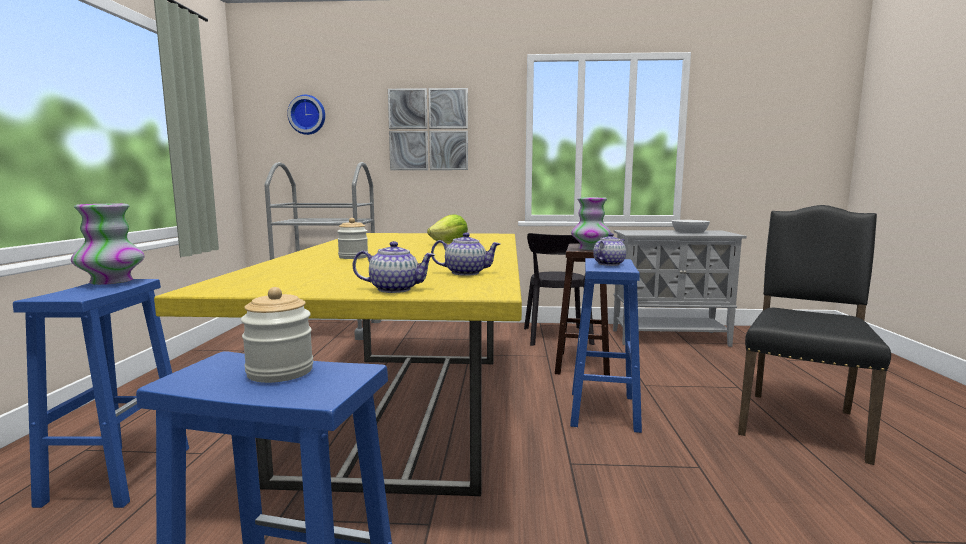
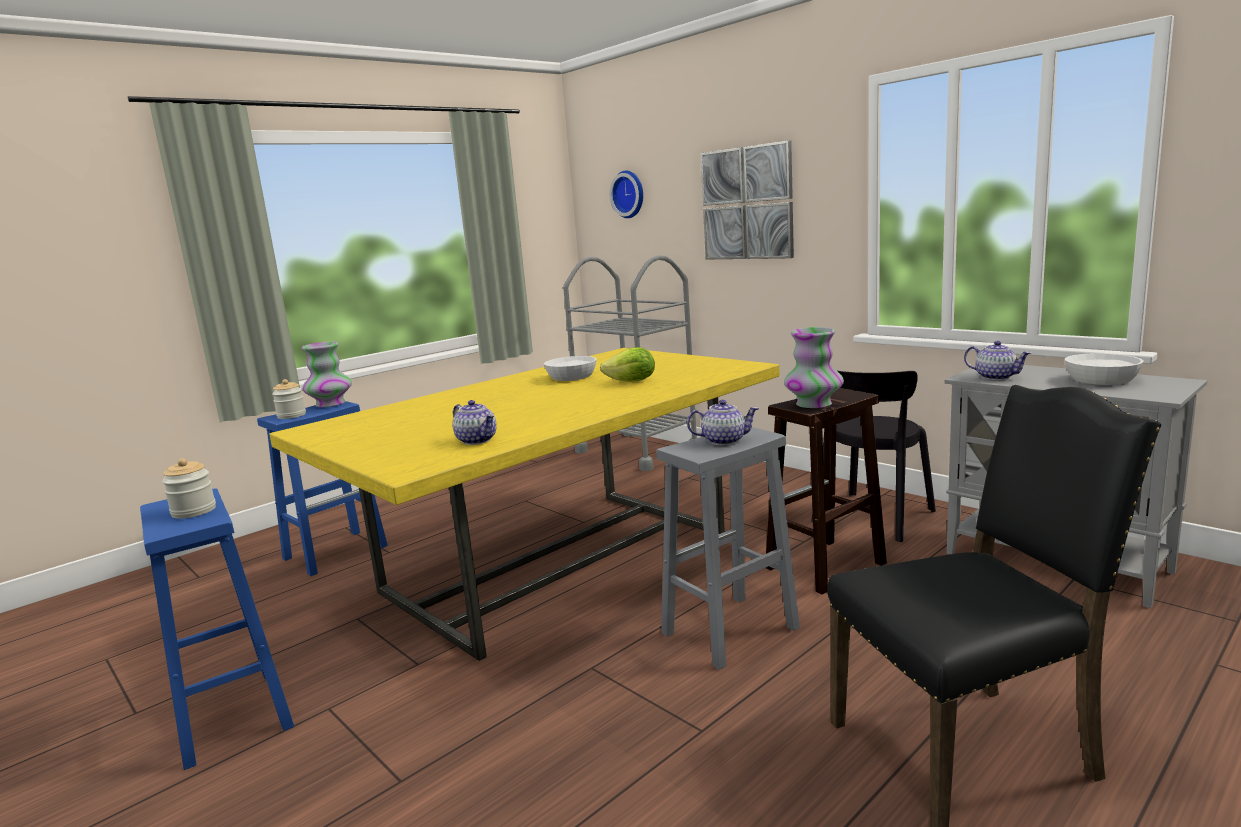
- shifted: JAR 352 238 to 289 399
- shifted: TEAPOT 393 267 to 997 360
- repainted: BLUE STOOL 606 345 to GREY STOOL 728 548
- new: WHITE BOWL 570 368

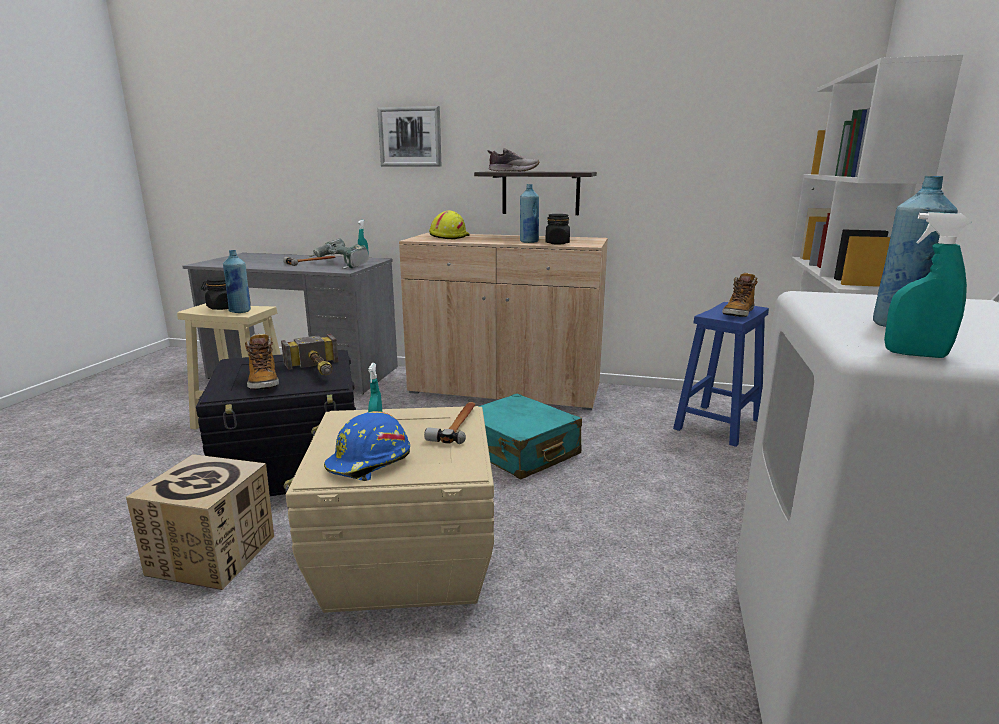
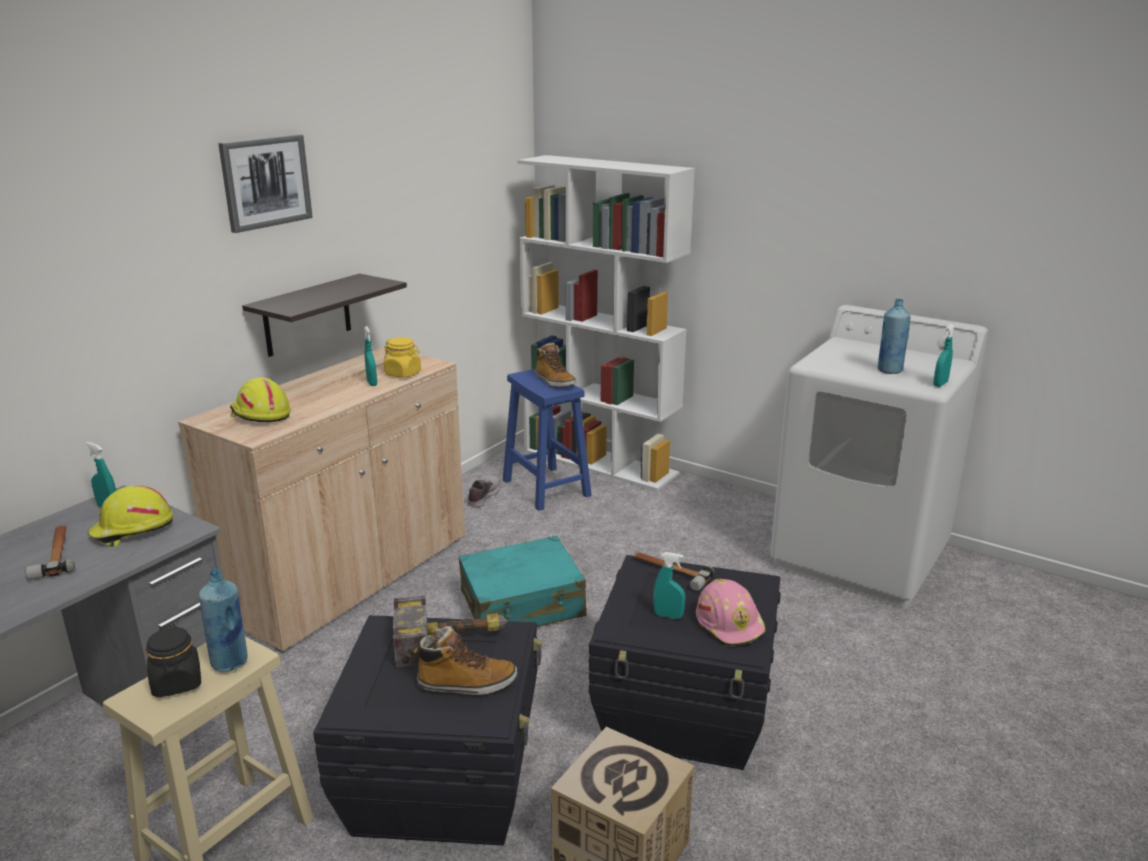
- repainted: BEIGE STORAGE BOX 388 509 to BLACK STORAGE BOX 685 662
- swapped: POWER DRILL 339 253 to YELLOW HARD HAT 130 516
- repainted: BLUE HARD HAT 367 446 to PINK HARD HAT 731 613
- shifted: PICTURE 409 136 to 265 183
- shifted: SHOE 513 159 to 484 491
- swapped: BLUE BOTTLE 529 213 to TURQUOISE SPRAY BOTTLE 370 356
- repainted: BLACK JAR 557 229 to YELLOW JAR 402 357

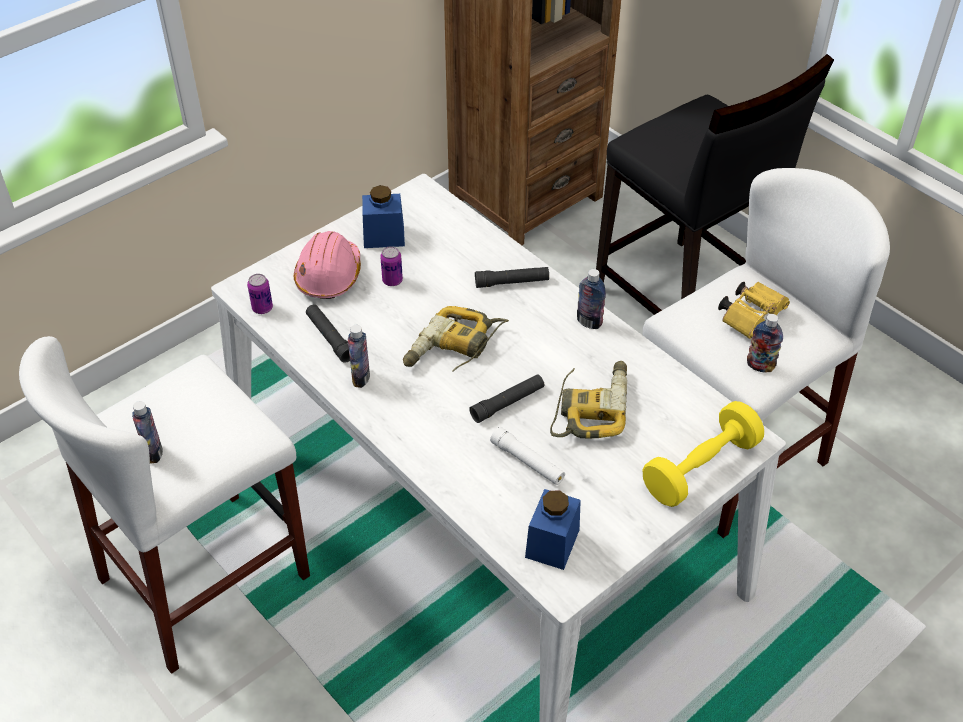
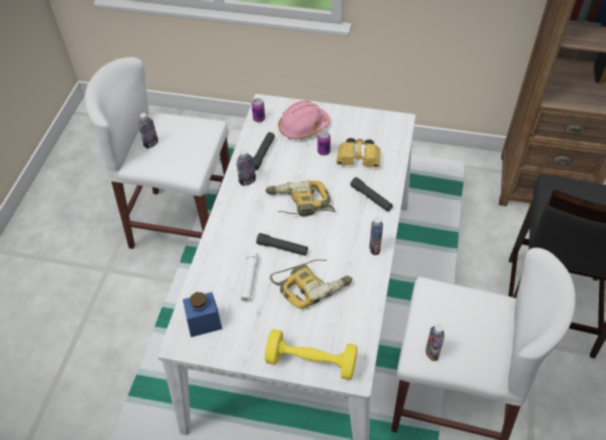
- gone: BLUE JAR 383 216
- shifted: YELLOW BINOCULARS 754 310 to 358 153

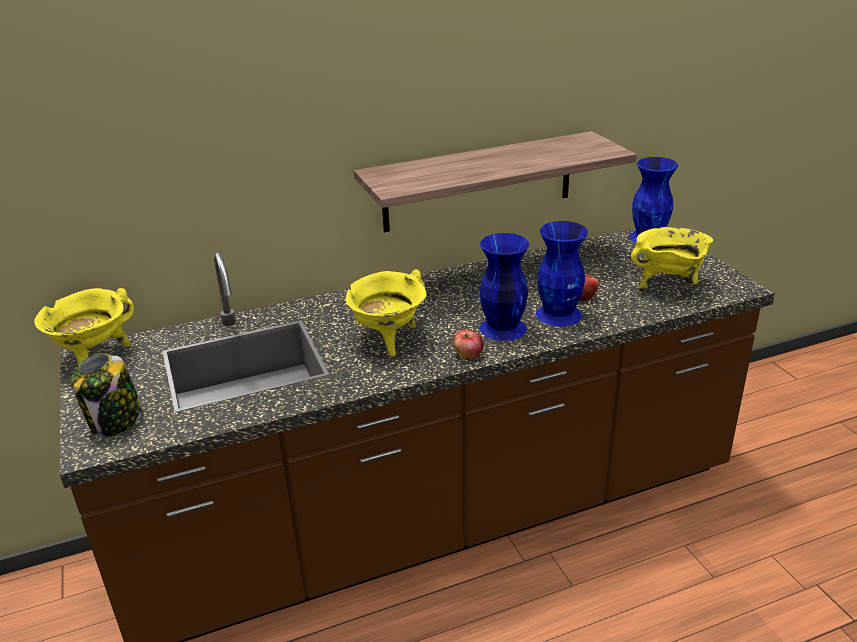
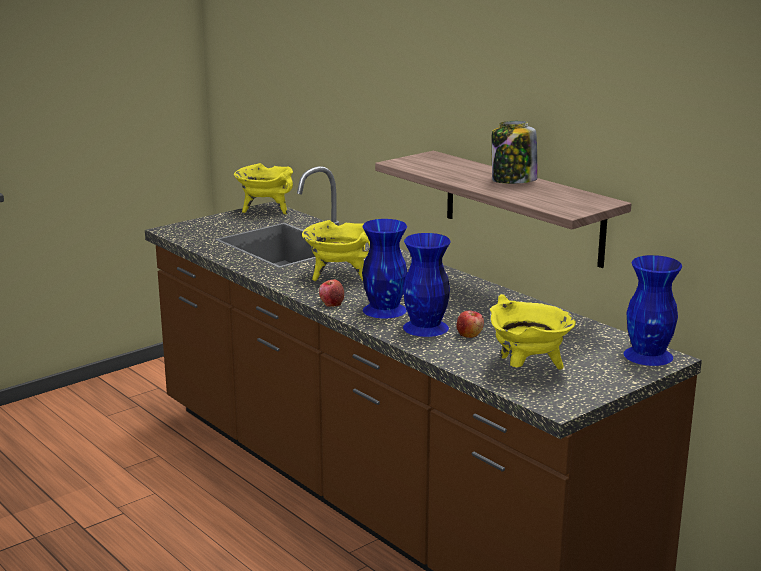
- shifted: JAR 107 395 to 514 152

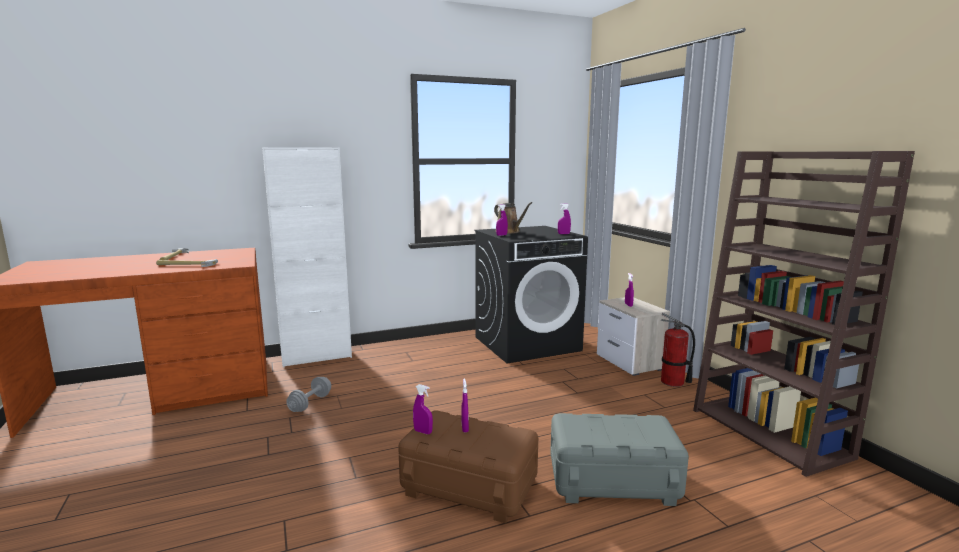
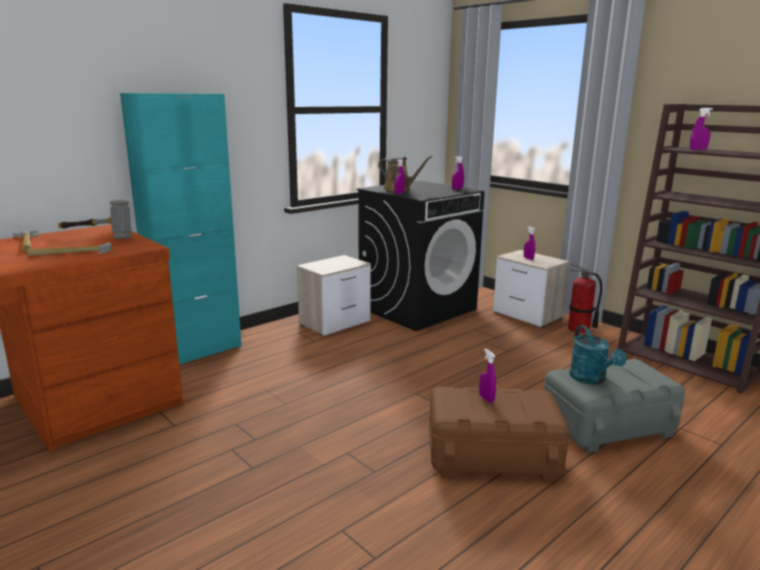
- repainted: WHITE CABINET 307 257 to TURQUOISE CABINET 181 228
- gone: GREY DUMBBELL 308 394
- shifted: PURPLE SPRAY BOTTLE 423 409 to 701 129
- new: HAMMER 95 219
- new: NIGHTSTAND 334 295
- new: TURQUOISE WATERING CAN 598 355

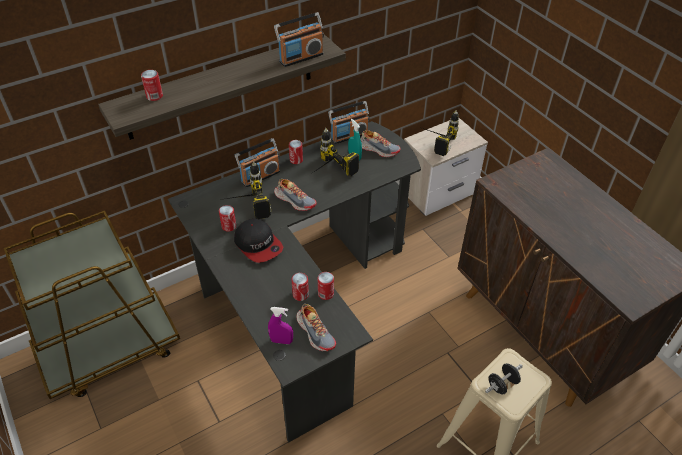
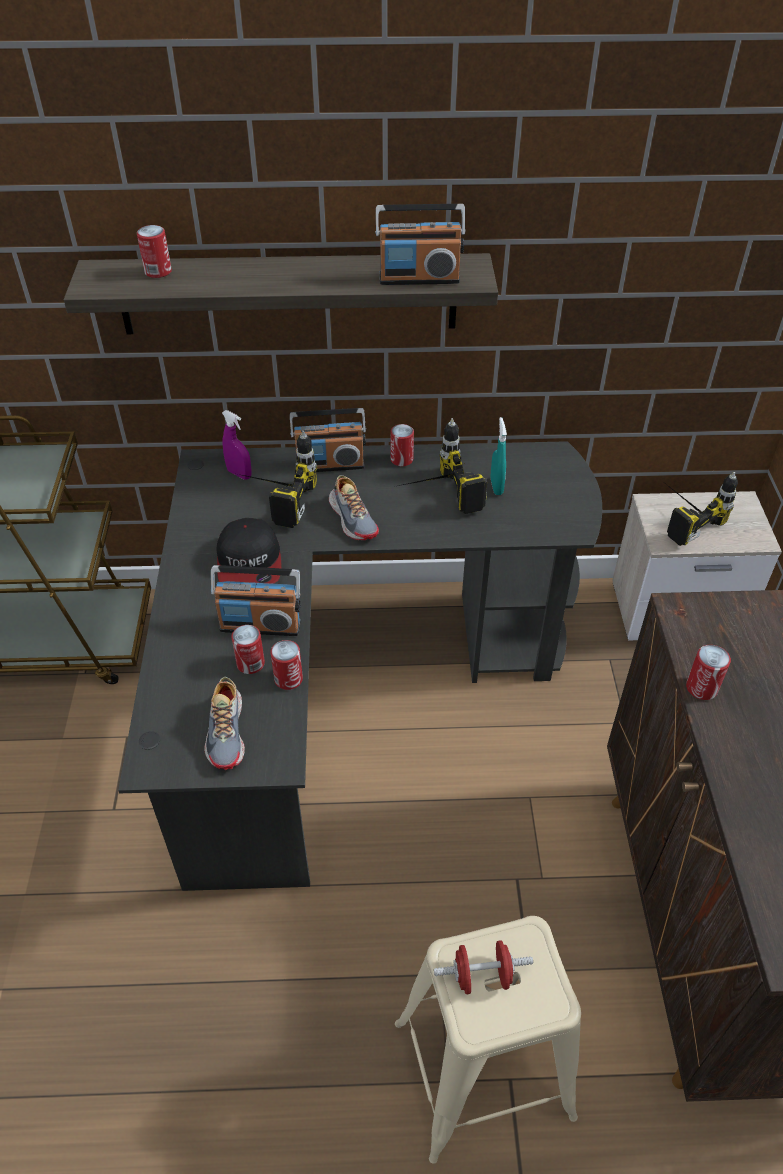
- shifted: CAN 227 218 to 708 672
- shifted: PURPLE SPRAY BOTTLE 280 325 to 237 445
- shifted: RADIO 348 122 to 256 600
- gone: SHOE 380 143
- repainted: BLACK DUMBBELL 504 379 to RED DUMBBELL 483 967

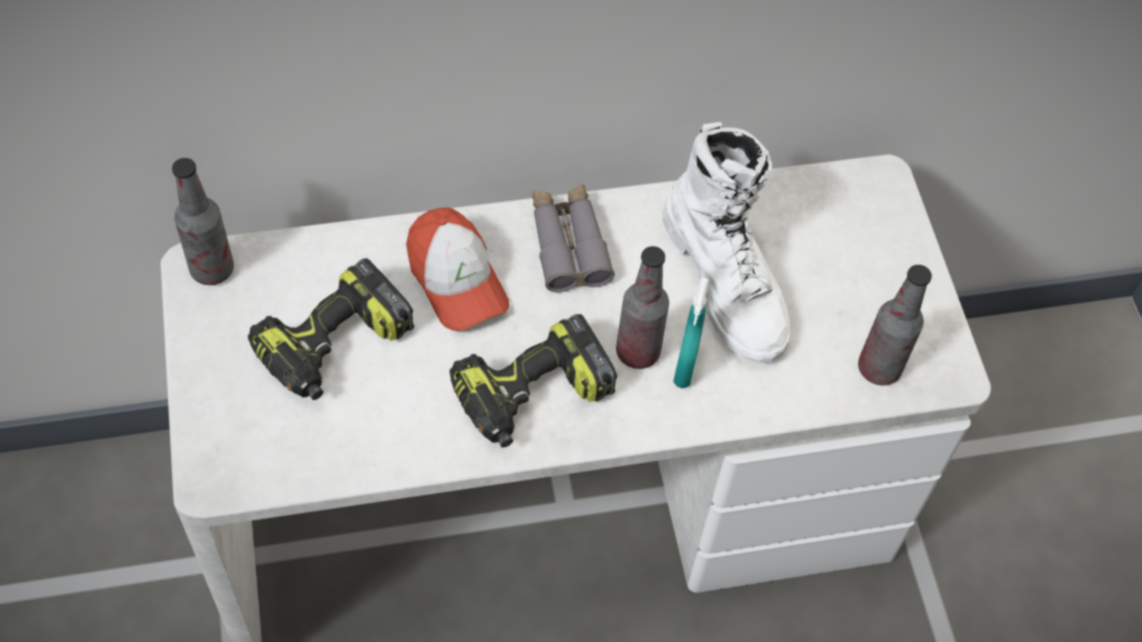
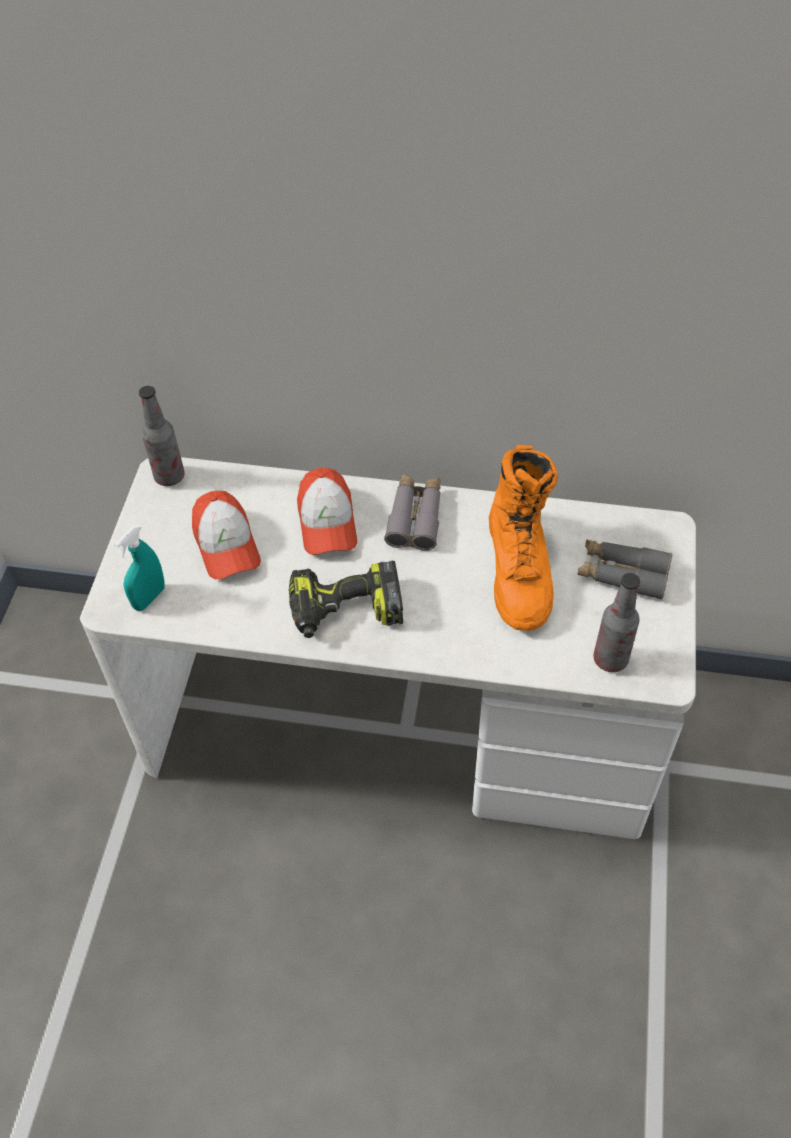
- swapped: POWER DRILL 331 329 to CAP 226 535
- gone: BOTTLE 642 307
- repainted: WHITE BOOT 726 242 to ORANGE BOOT 523 538
- shifted: TURQUOISE SPRAY BOTTLE 691 332 to 139 568
- new: GREY BINOCULARS 624 569

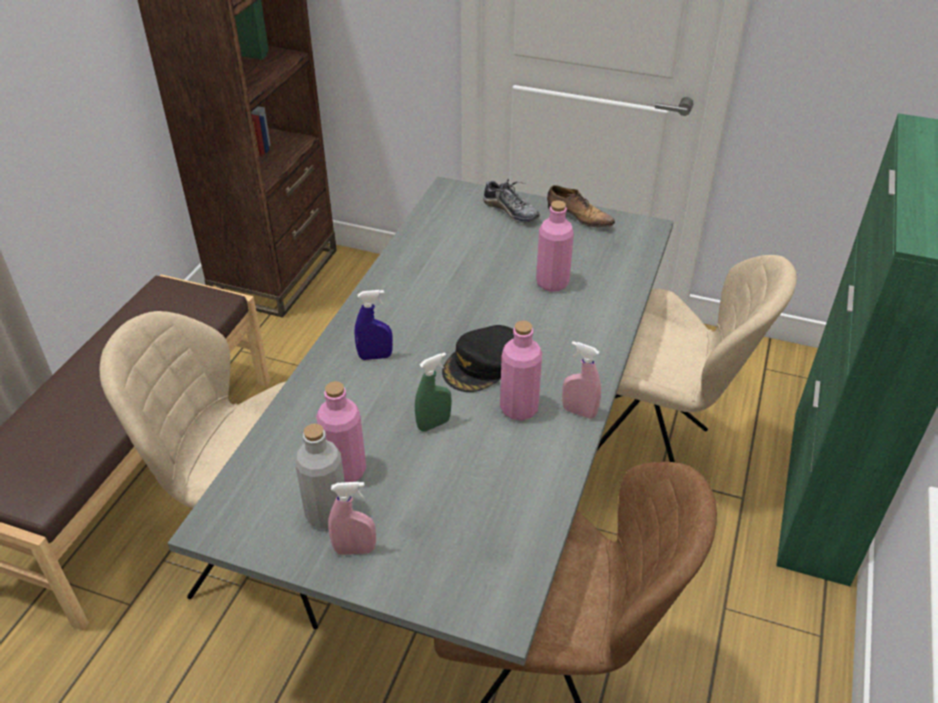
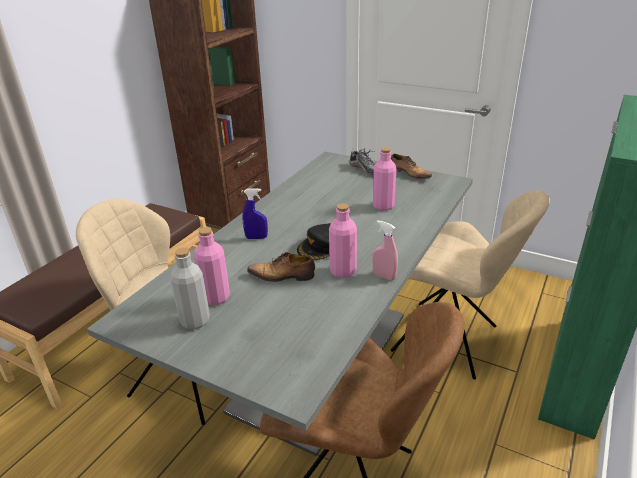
- gone: PINK SPRAY BOTTLE 352 518
- swapped: GREEN SPRAY BOTTLE 433 392 to SHOE 281 267

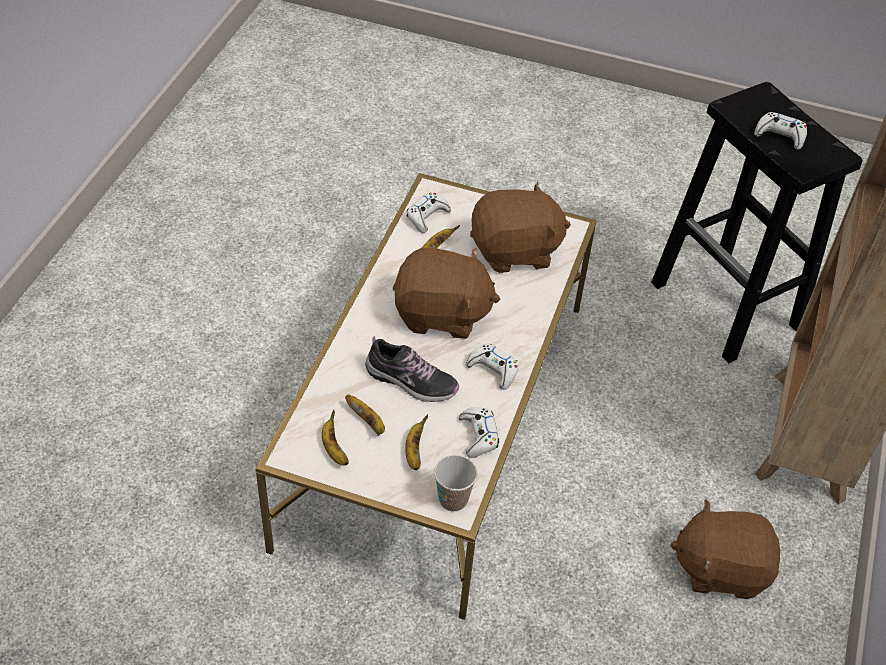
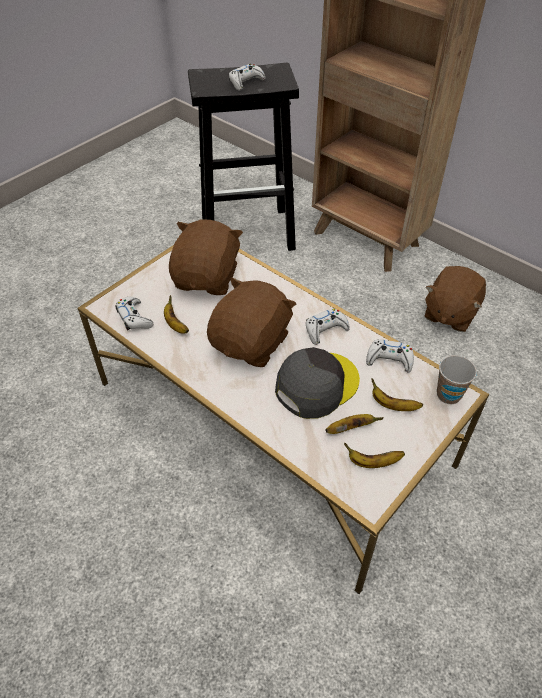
- swapped: SHOE 412 369 to GREY CAP 317 383

